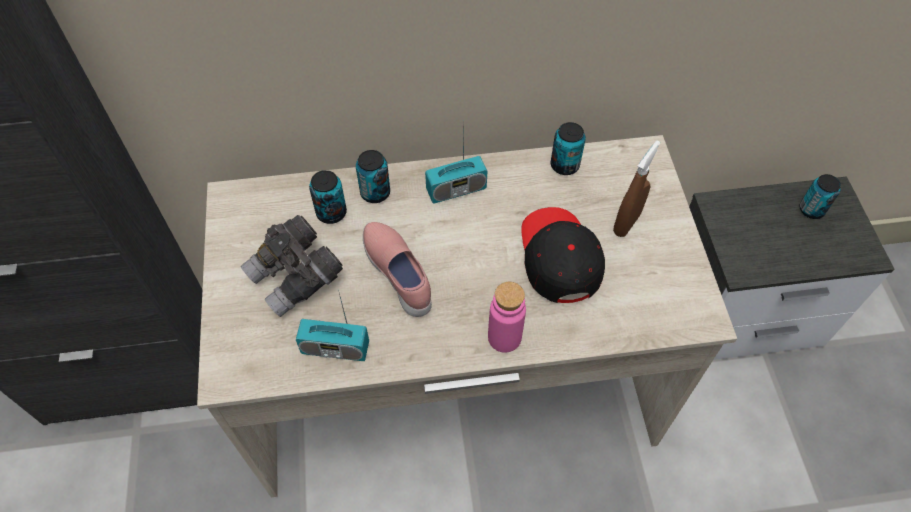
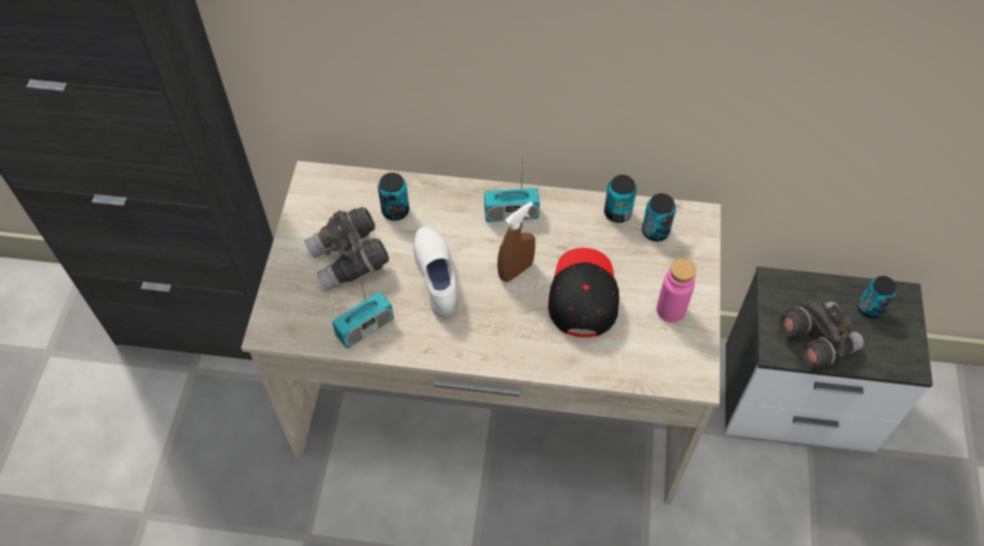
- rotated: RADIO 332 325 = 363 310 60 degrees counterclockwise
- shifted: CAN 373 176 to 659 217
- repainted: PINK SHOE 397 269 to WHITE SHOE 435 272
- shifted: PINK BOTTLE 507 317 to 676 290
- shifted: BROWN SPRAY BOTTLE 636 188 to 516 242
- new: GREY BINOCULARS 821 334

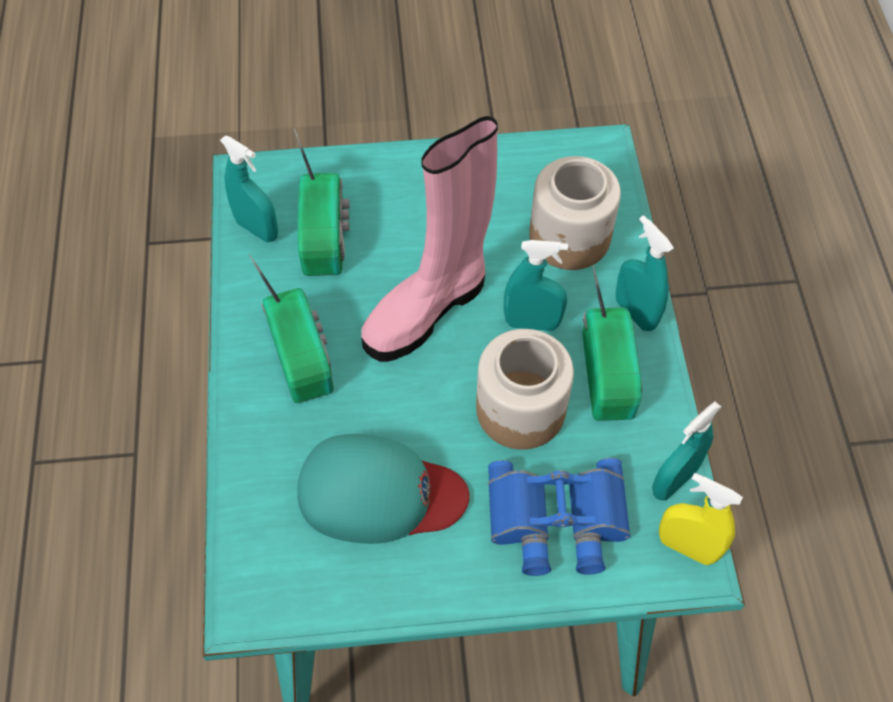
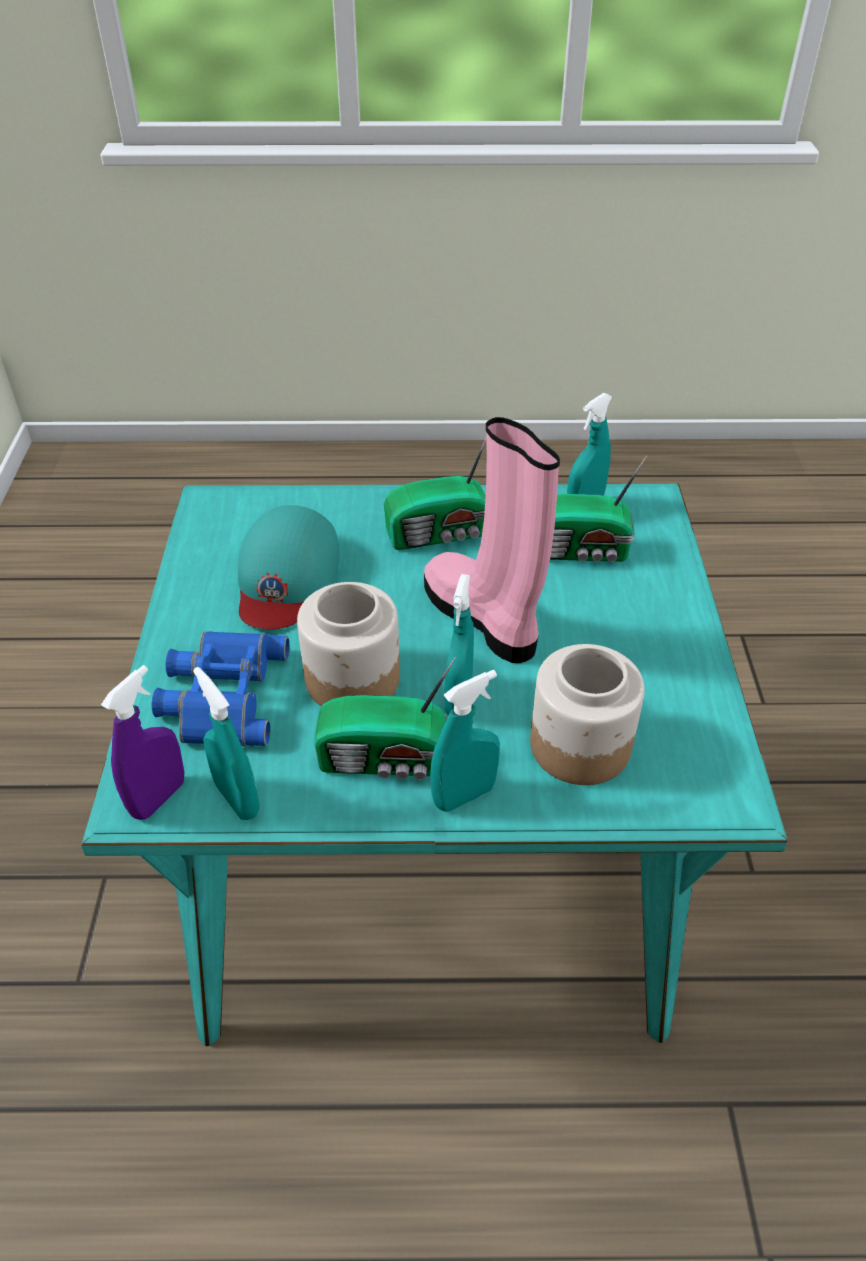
- repainted: YELLOW SPRAY BOTTLE 701 519 to PURPLE SPRAY BOTTLE 142 742

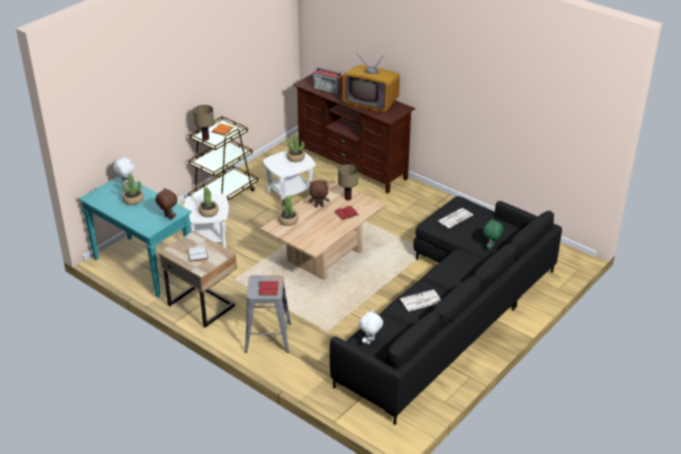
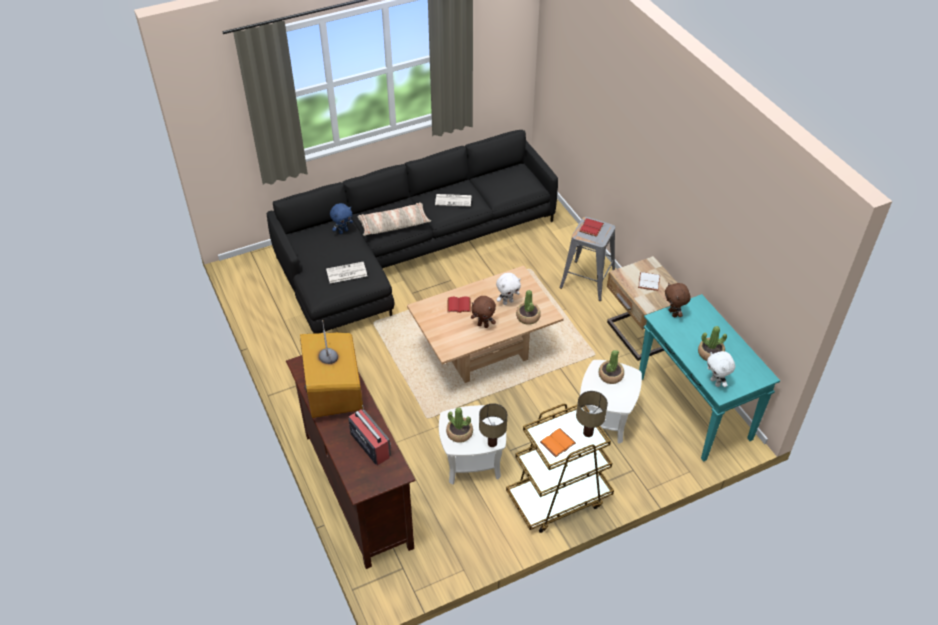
- shifted: TABLE LAMP 348 182 to 493 425
- rotated: TELEVISION 371 83 = 331 369 150 degrees counterclockwise
- shifted: WHITE PLUSH TOY 371 327 to 508 289
- repainted: GREEN PLUSH TOY 493 234 to BLUE PLUSH TOY 341 218
- new: PILLOW 394 219

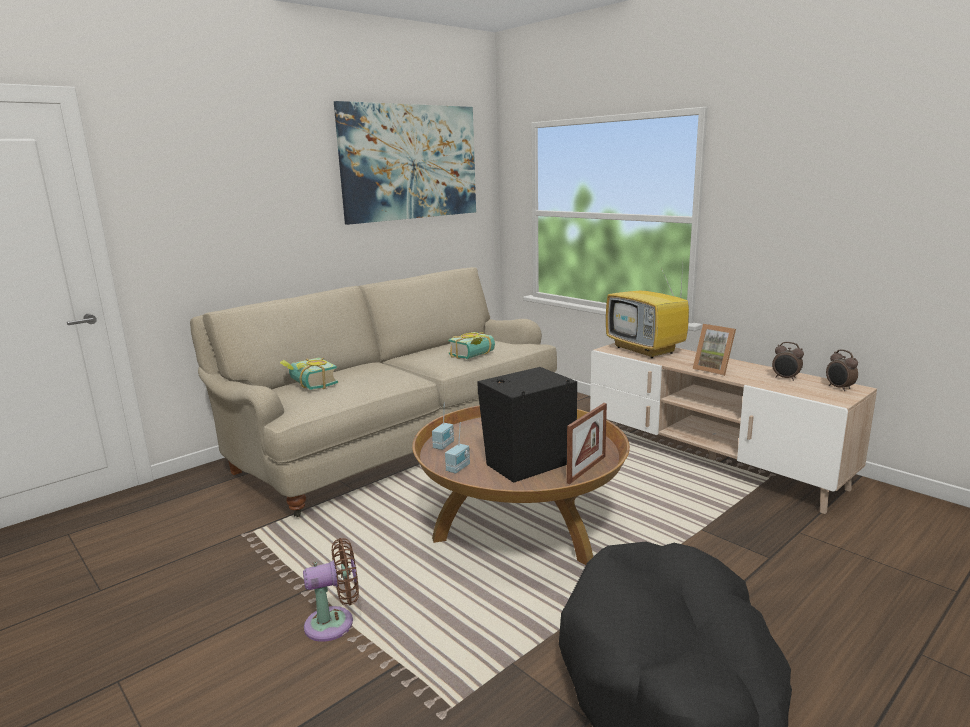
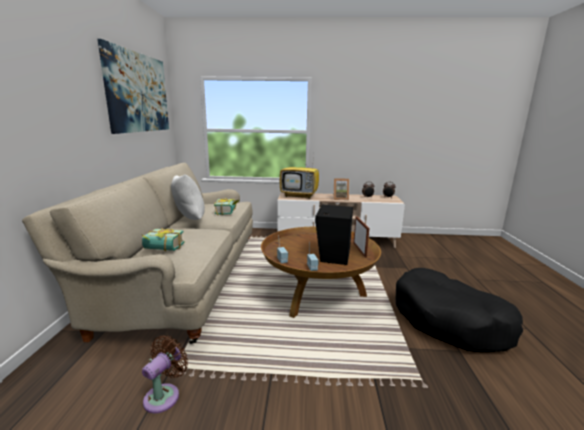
- shifted: BROWN FAN 331 590 to 165 374
- new: WHITE PILLOW 188 197

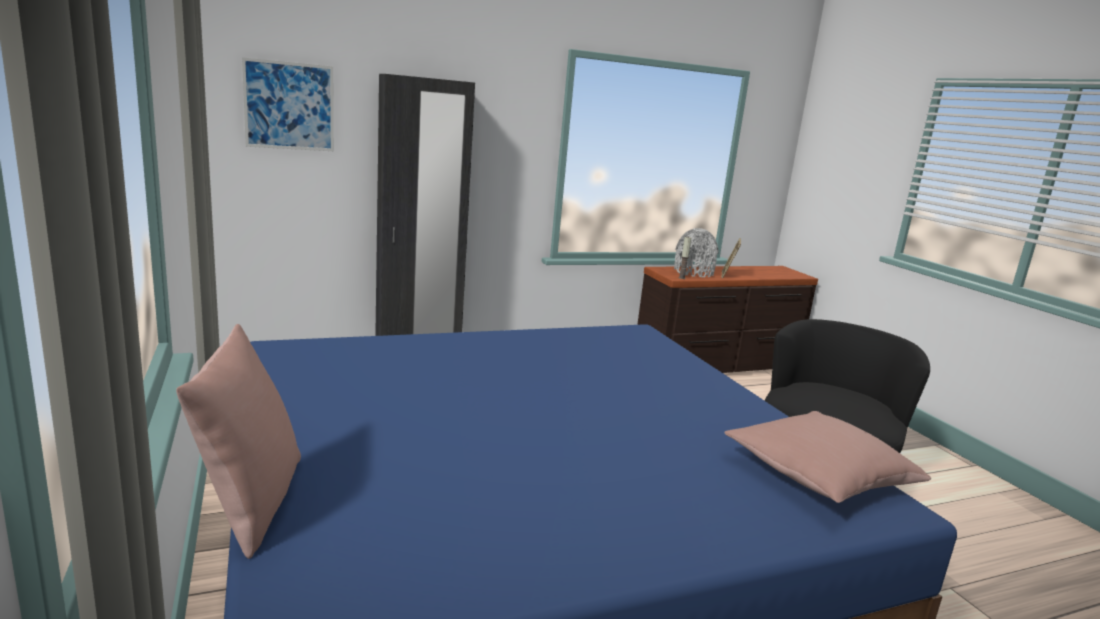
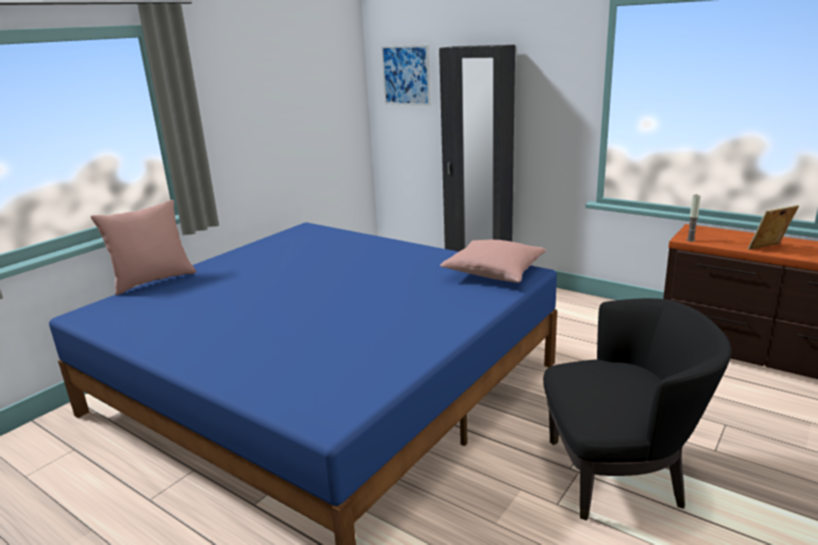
- gone: GREY VASE 696 252
- shifted: PINK PILLOW 827 457 to 493 261

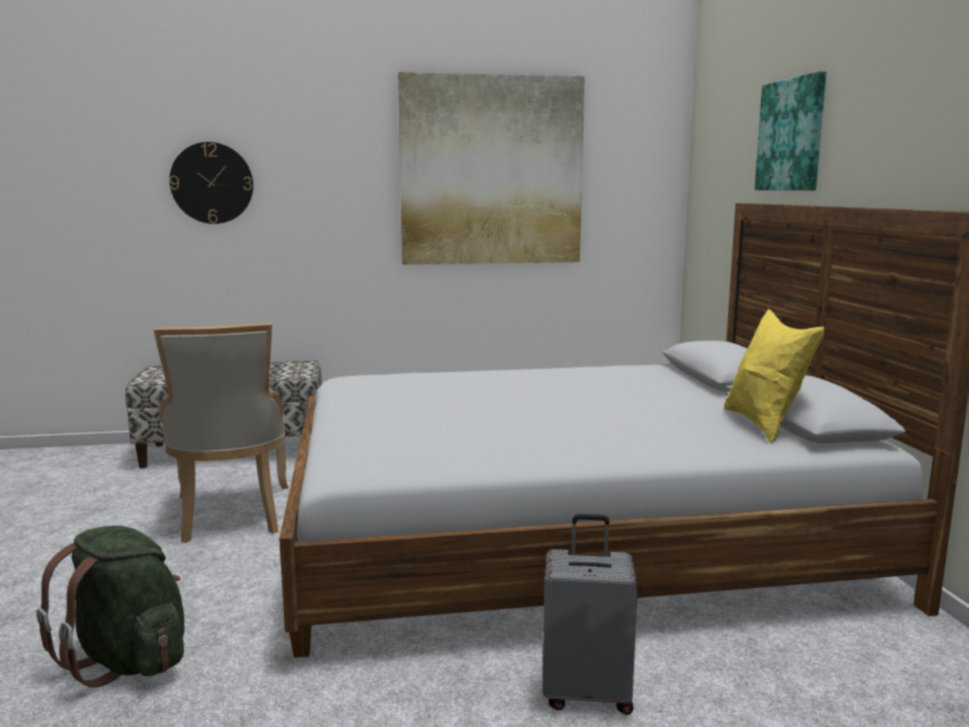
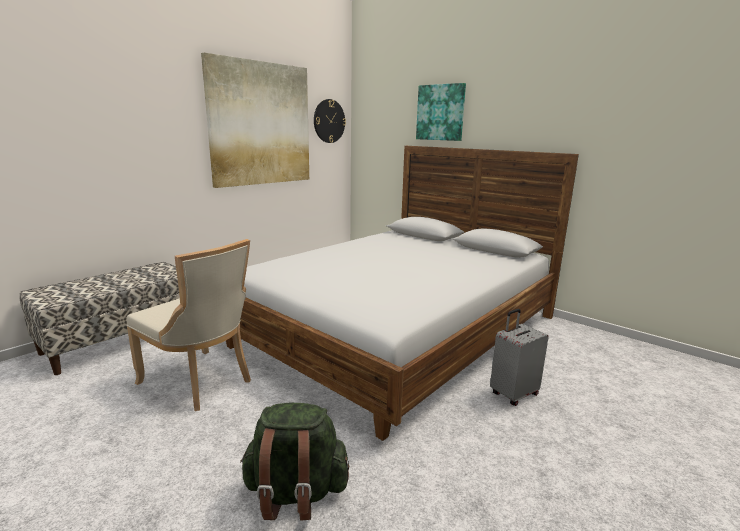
- shifted: WALL CLOCK 211 183 to 330 121
- gone: YELLOW PILLOW 774 376

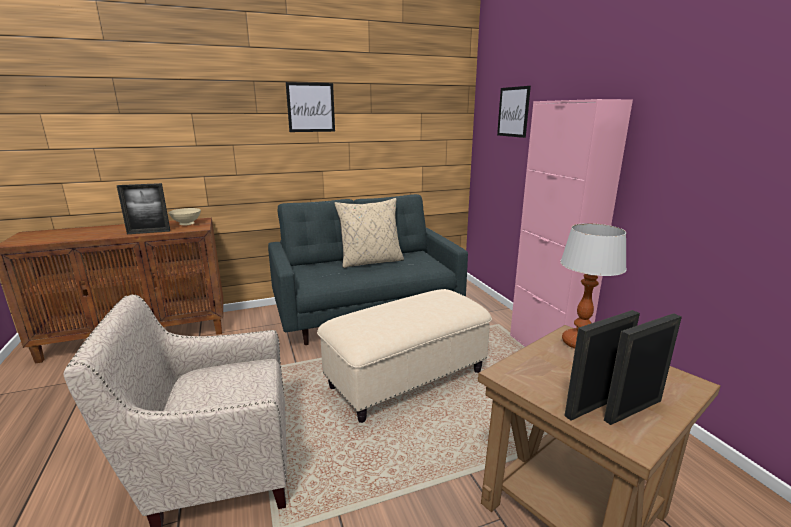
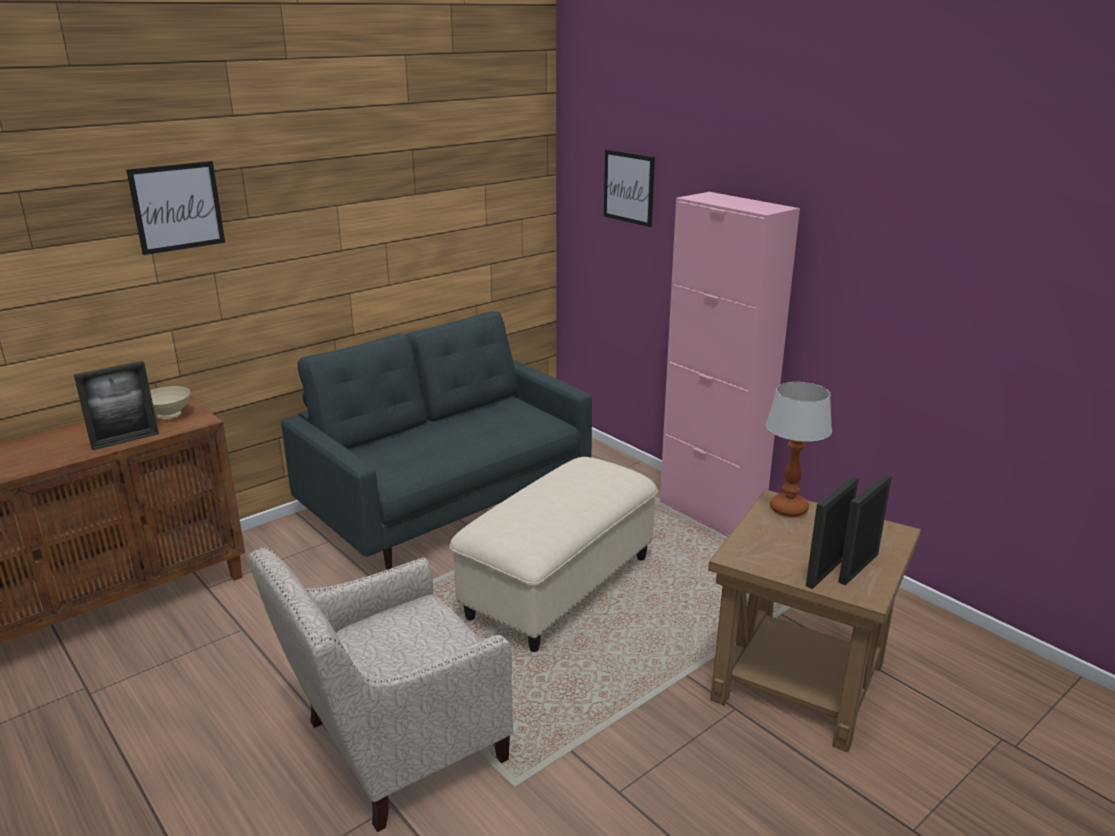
- shifted: PICTURE 310 107 to 175 208
- gone: BEIGE PILLOW 369 233

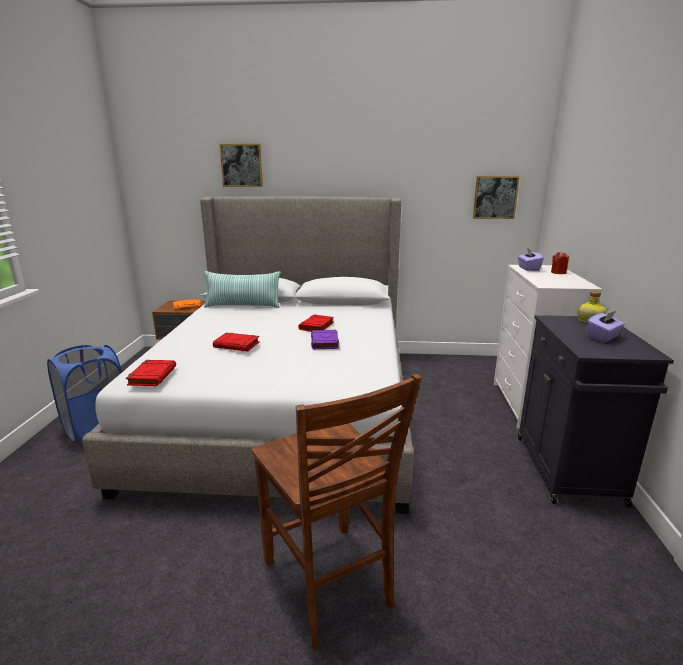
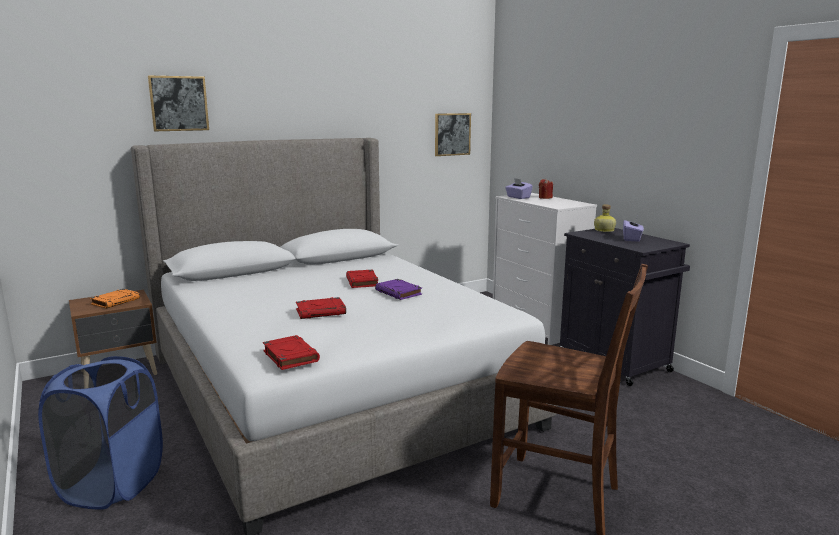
- gone: PILLOW 242 289

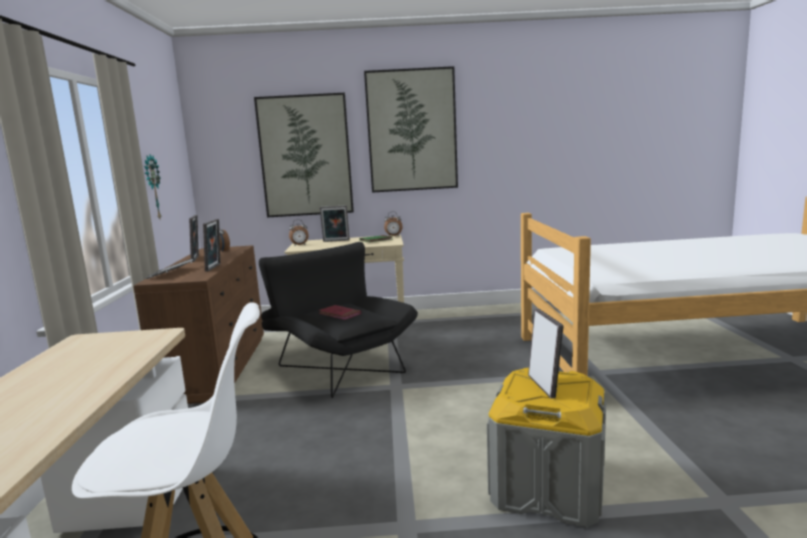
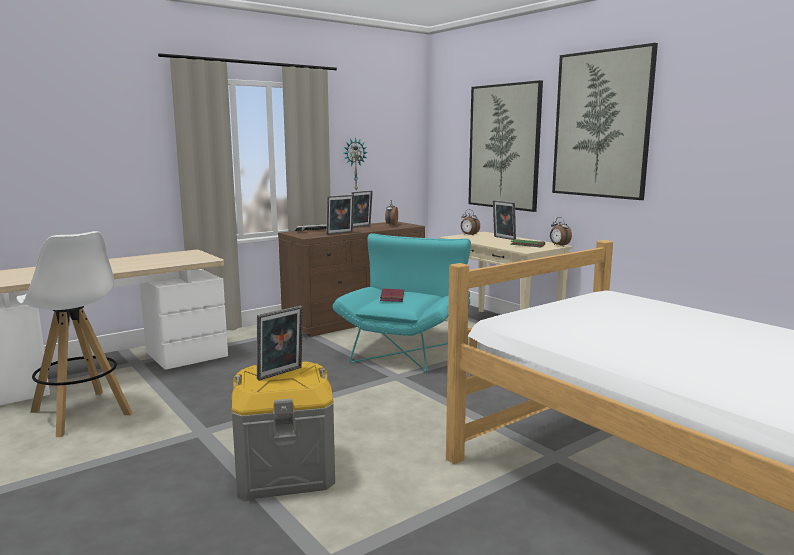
- repainted: BLACK ARMCHAIR 338 320 to TURQUOISE ARMCHAIR 402 303

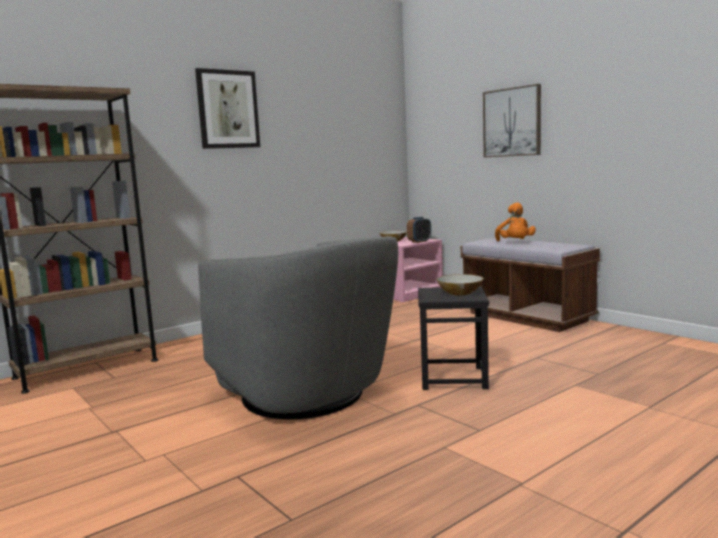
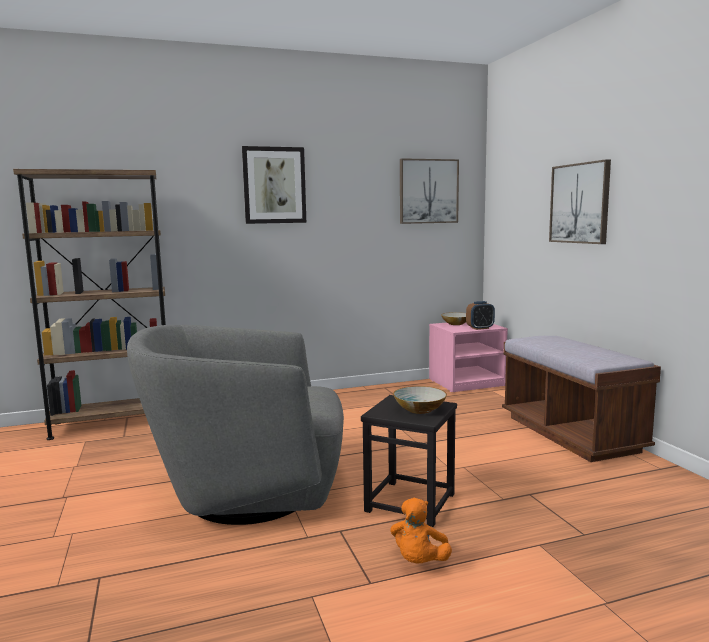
- rotated: GREY ARMCHAIR 298 327 = 235 425 105 degrees clockwise
- shifted: ORANGE PLUSH TOY 515 221 to 421 530
- new: PICTURE 429 191

